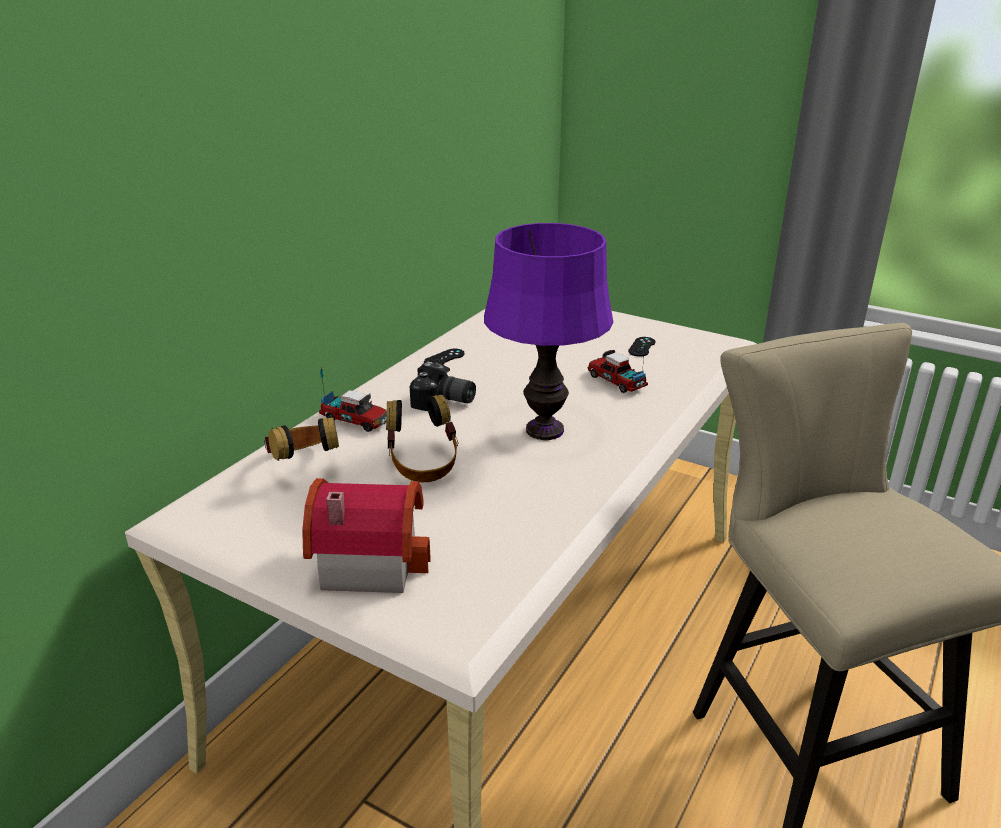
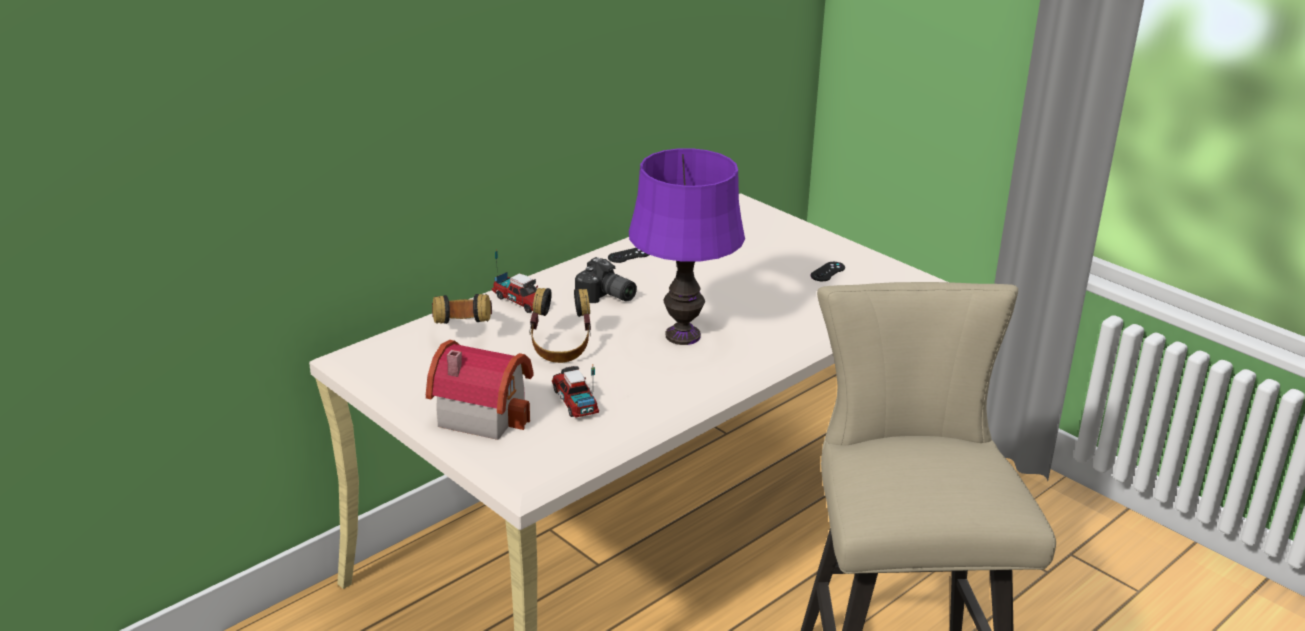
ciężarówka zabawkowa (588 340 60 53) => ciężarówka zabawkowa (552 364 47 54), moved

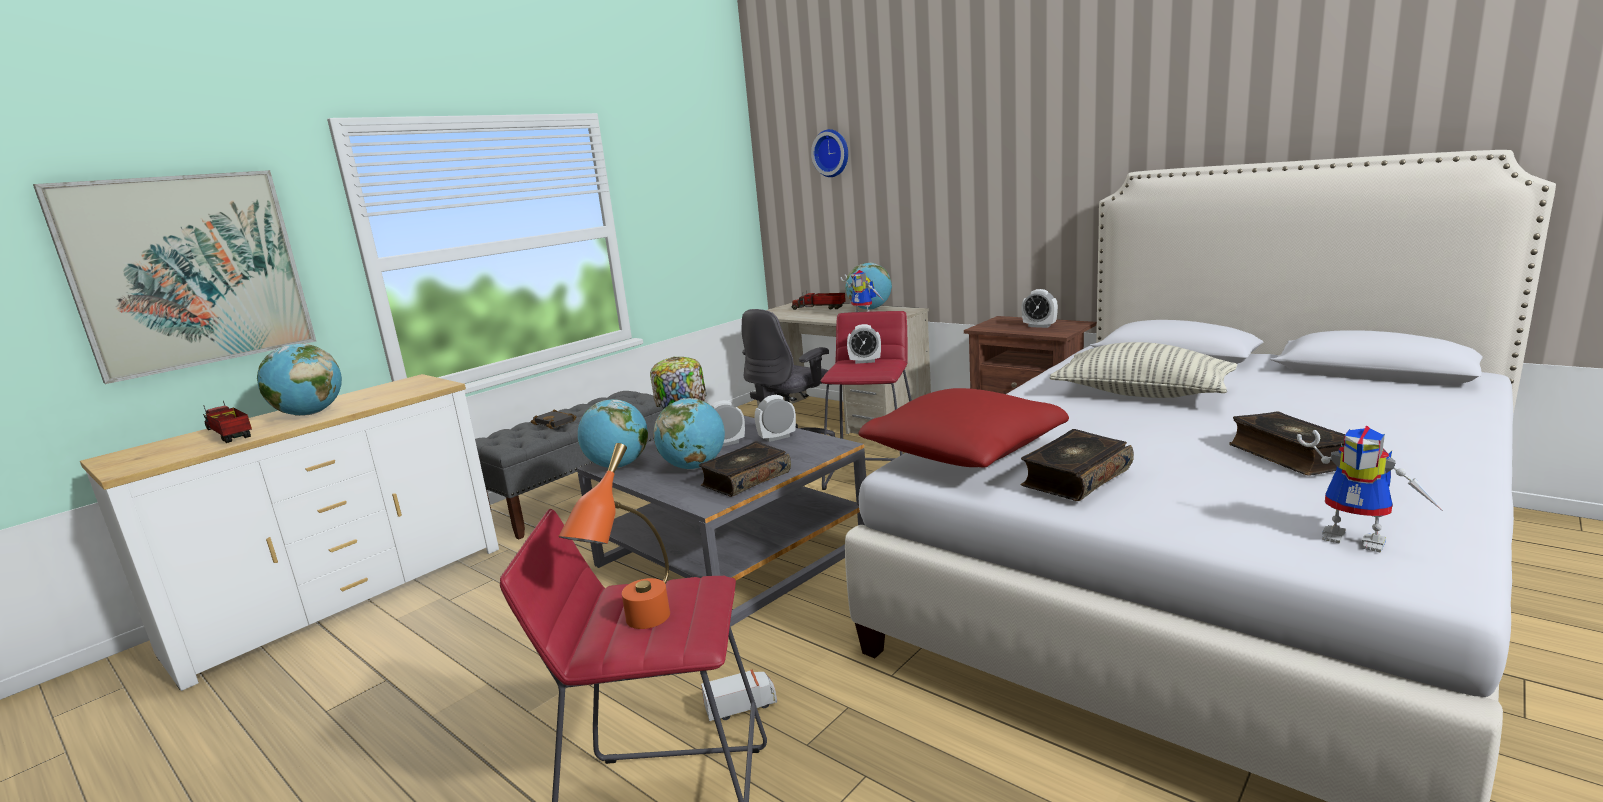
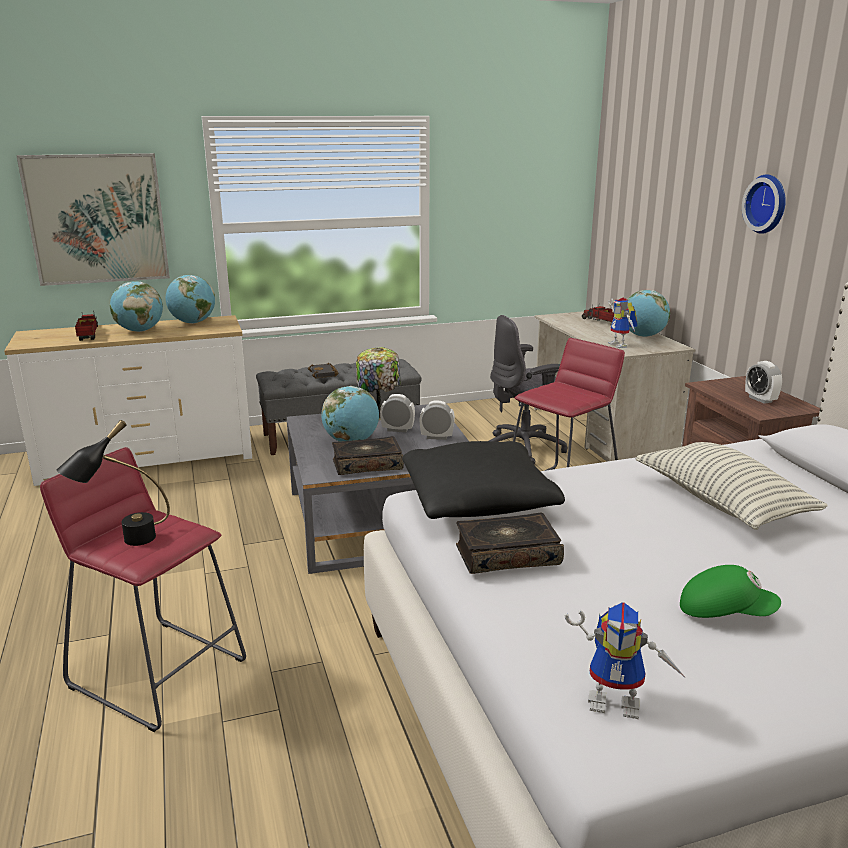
lampa stołowa (pomarańczowy) (558 443 112 186) => lampa stołowa (czarny) (57 420 113 126)
globus (578 399 70 69) => globus (166 275 49 49), moved
poduszka (czerwony) (858 388 211 80) => poduszka (czarny) (402 441 163 78)
robot zabawkowy (1297 425 147 128) => robot zabawkowy (565 602 121 117), 60 degrees counterclockwise
książka (1229 412 116 64) => czapka z daszkiem (zielony) (680 565 101 53)
zegar ścienny (811 129 37 48) => zegar ścienny (742 174 44 60), moved
ciężarówka zabawkowa (701 669 76 52) => nothing
budzik (847 324 34 40) => nothing

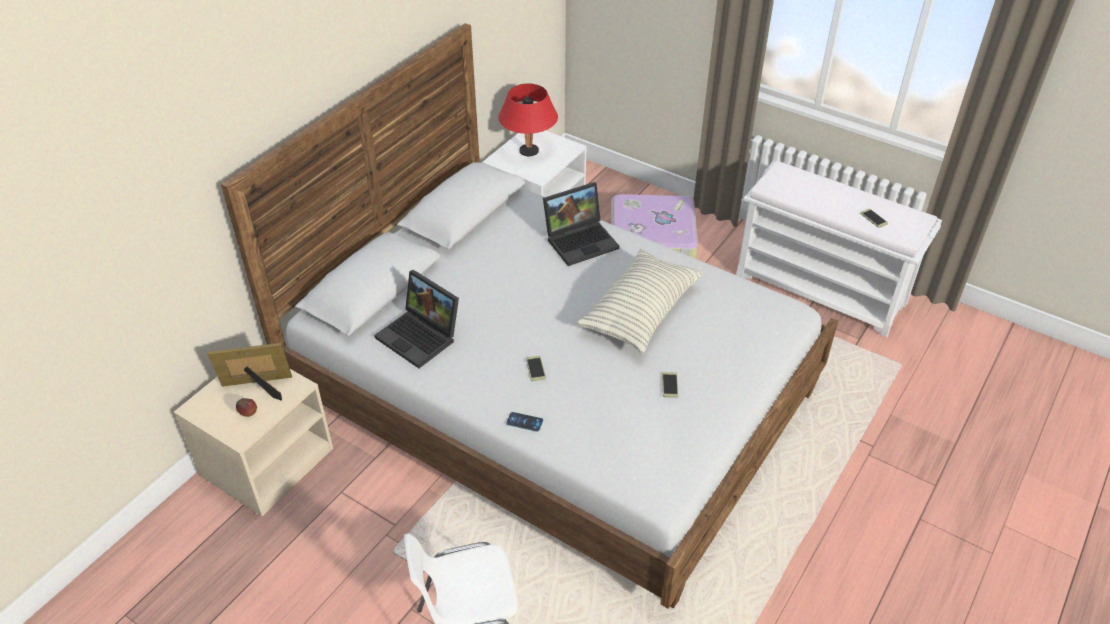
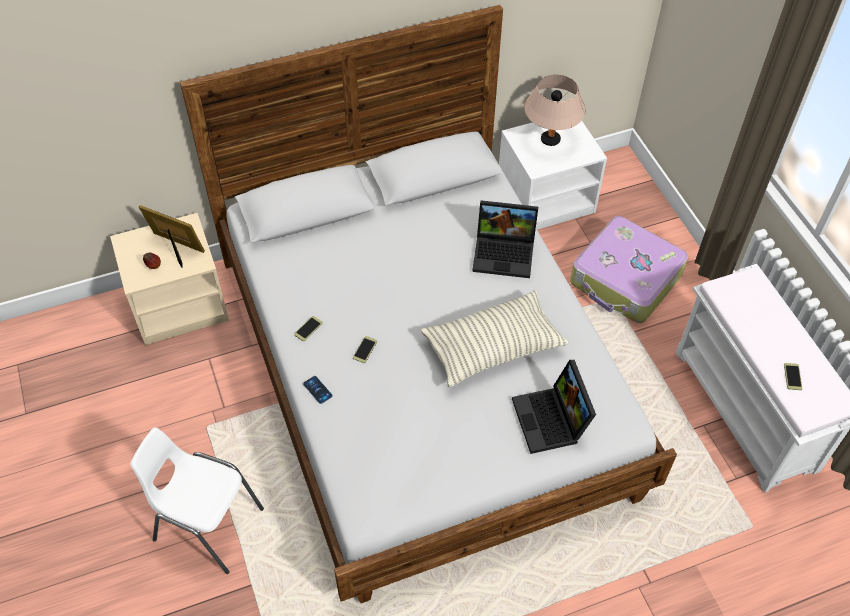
telefon (662 372 17 26) => telefon (294 316 29 25), moved
laptop (374 270 85 98) => laptop (512 360 84 94), moved
lampa stołowa (czerwony) (498 84 60 72) => lampa stołowa (beżowy) (524 75 61 71)

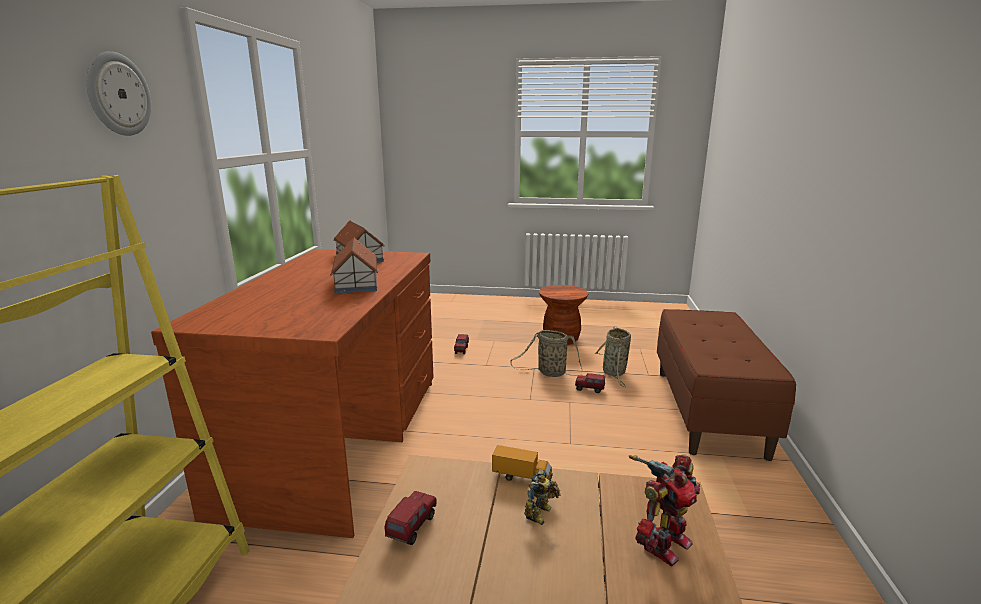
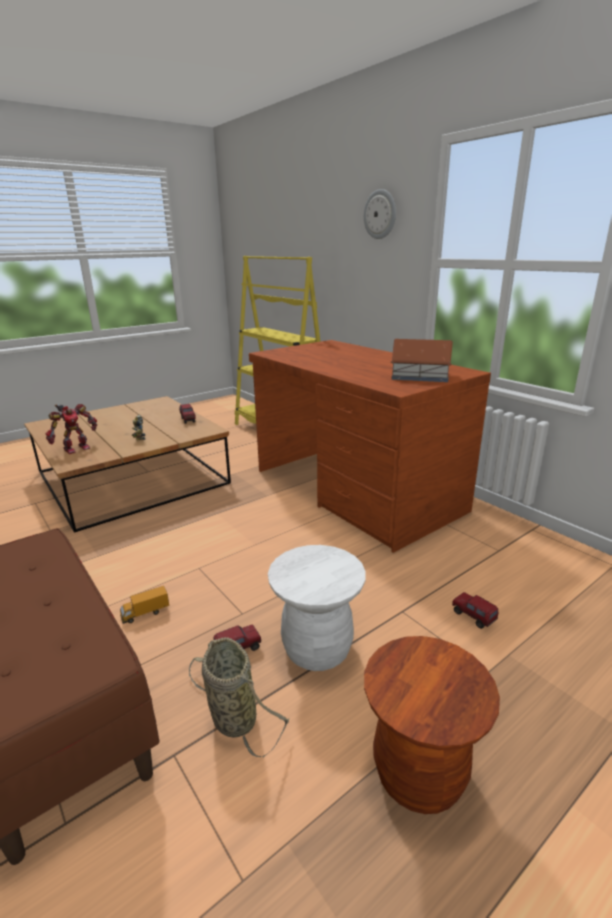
robot zabawkowy (629 455 71 112) => robot zabawkowy (45 404 52 50), 135 degrees counterclockwise
ciężarówka zabawkowa (492 445 61 36) => ciężarówka zabawkowa (120 586 49 38), moved
koszyk (510 330 72 47) => stołek (biały) (268 545 98 126)
domek (330 238 48 56) => nothing

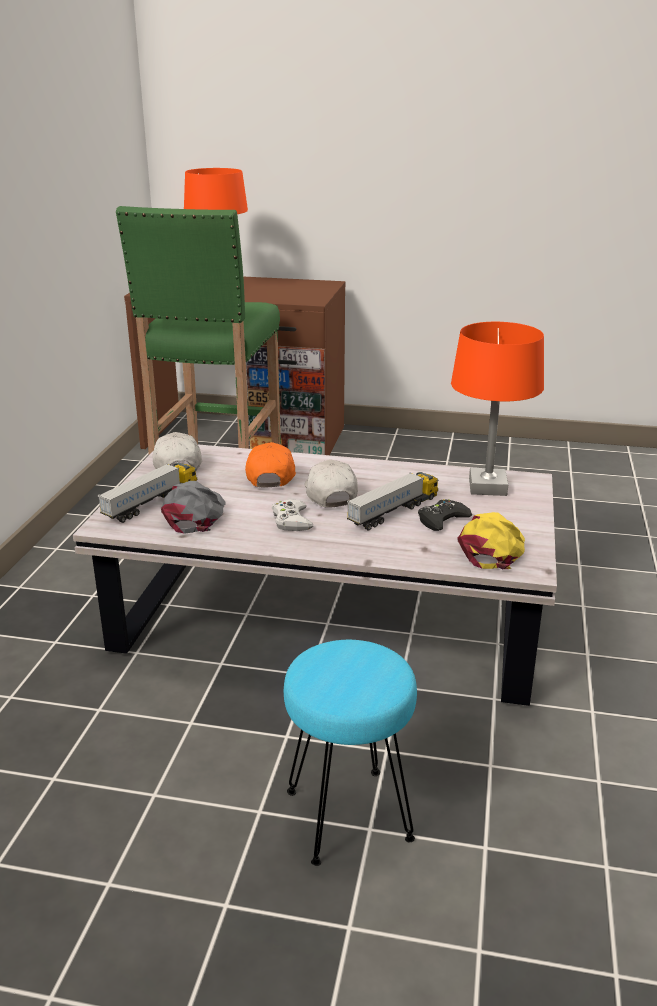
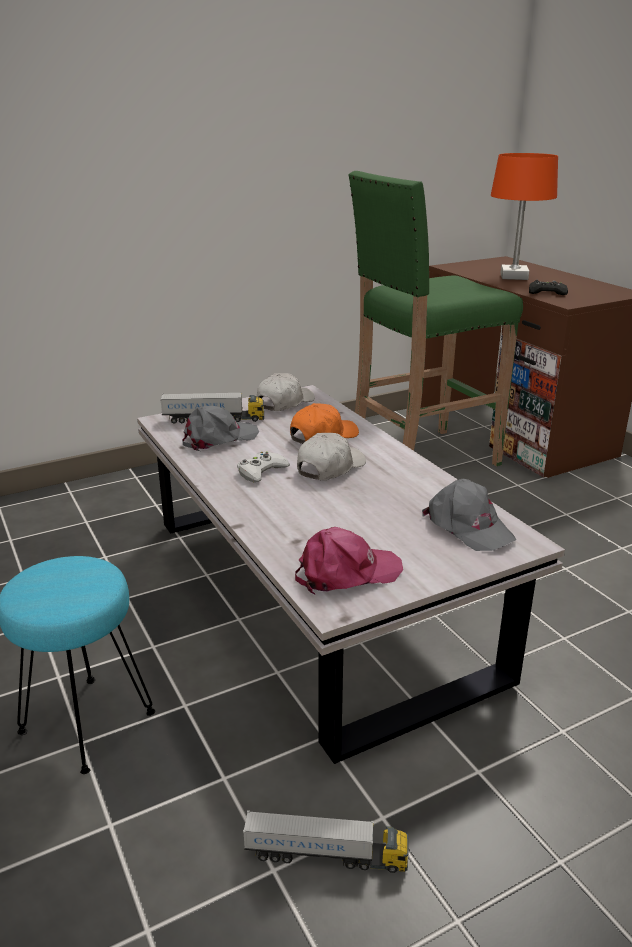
ciężarówka zabawkowa (347 472 91 58) => ciężarówka zabawkowa (243 810 166 63), moved
czapka z daszkiem (żółty) (458 512 67 57) => czapka z daszkiem (różowy) (295 527 108 68)
lampa stołowa (pomarańczowy) (451 322 93 174) => czapka z daszkiem (szary) (422 479 94 72)
pad do gier (czarny) (418 499 54 32) => pad do gier (czarny) (529 280 39 15), moved

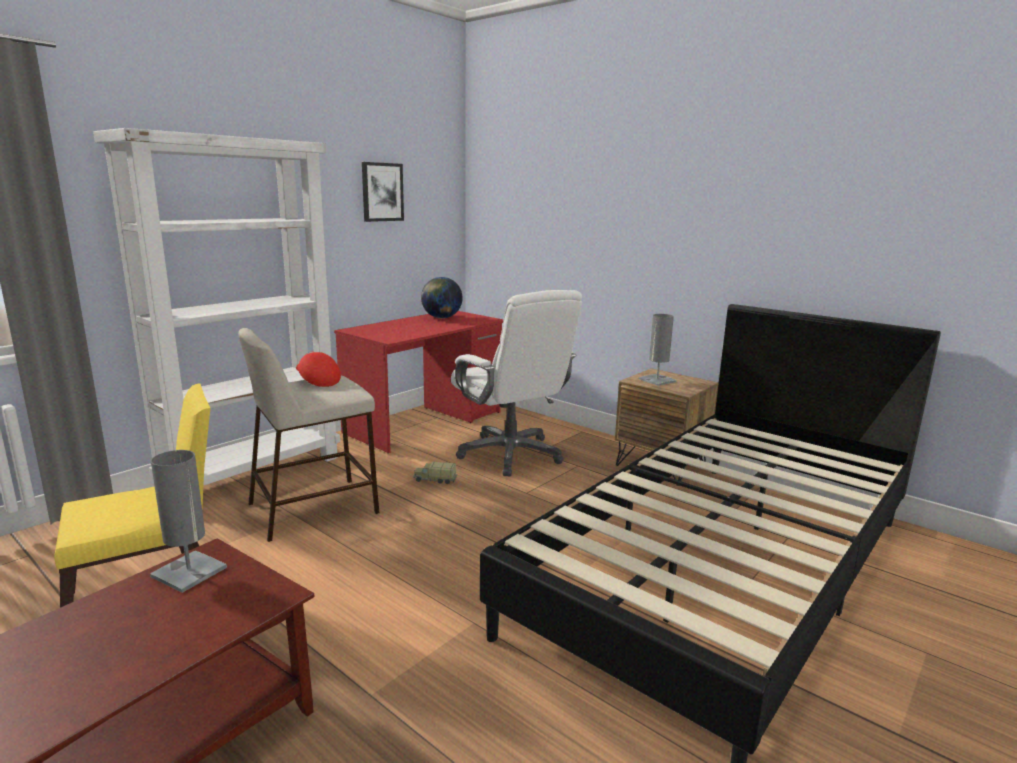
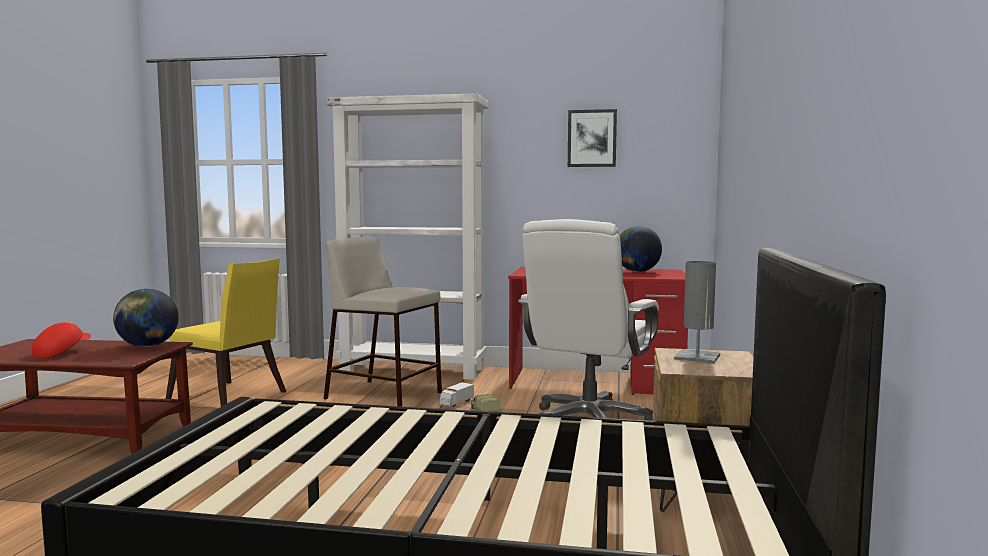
czapka z daszkiem (czerwony) (296 352 45 35) => czapka z daszkiem (czerwony) (32 322 59 36), moved
lampa stołowa (szary) (150 450 77 143) => globus (113 289 66 58)
nothing => ciężarówka zabawkowa (440 382 34 25)

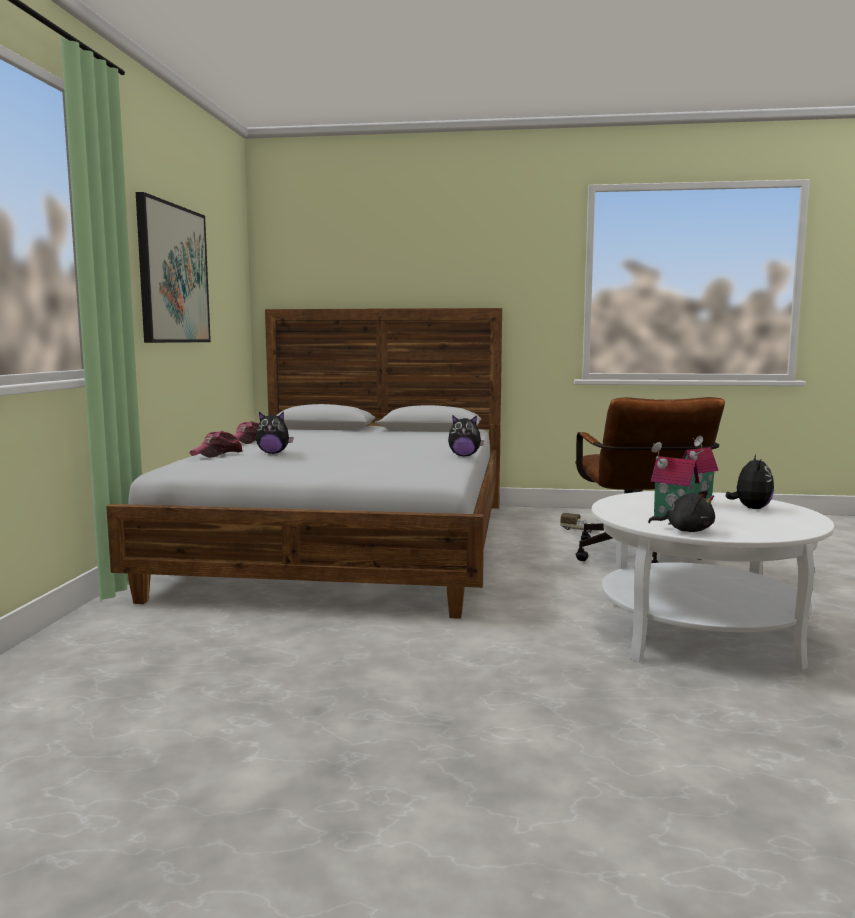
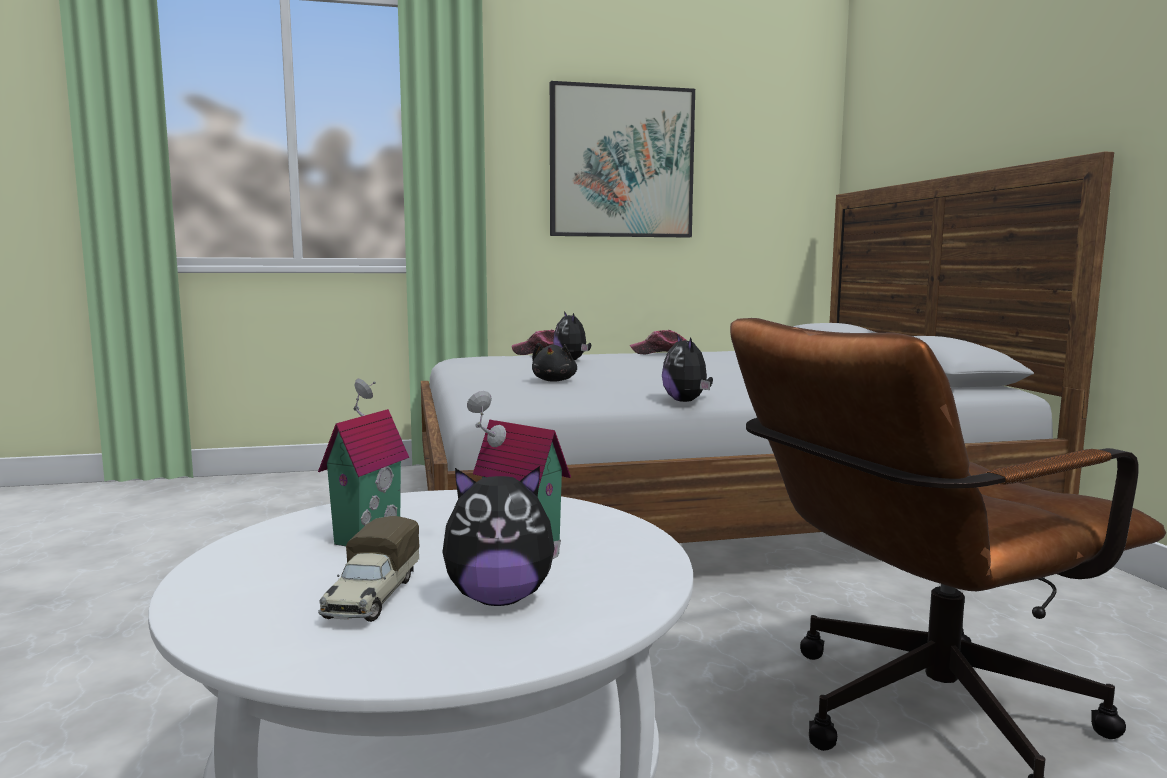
ciężarówka zabawkowa (561 513 33 20) => ciężarówka zabawkowa (318 516 102 106), moved
pluszak (czarny) (648 490 67 42) => pluszak (czarny) (532 343 45 39), moved

